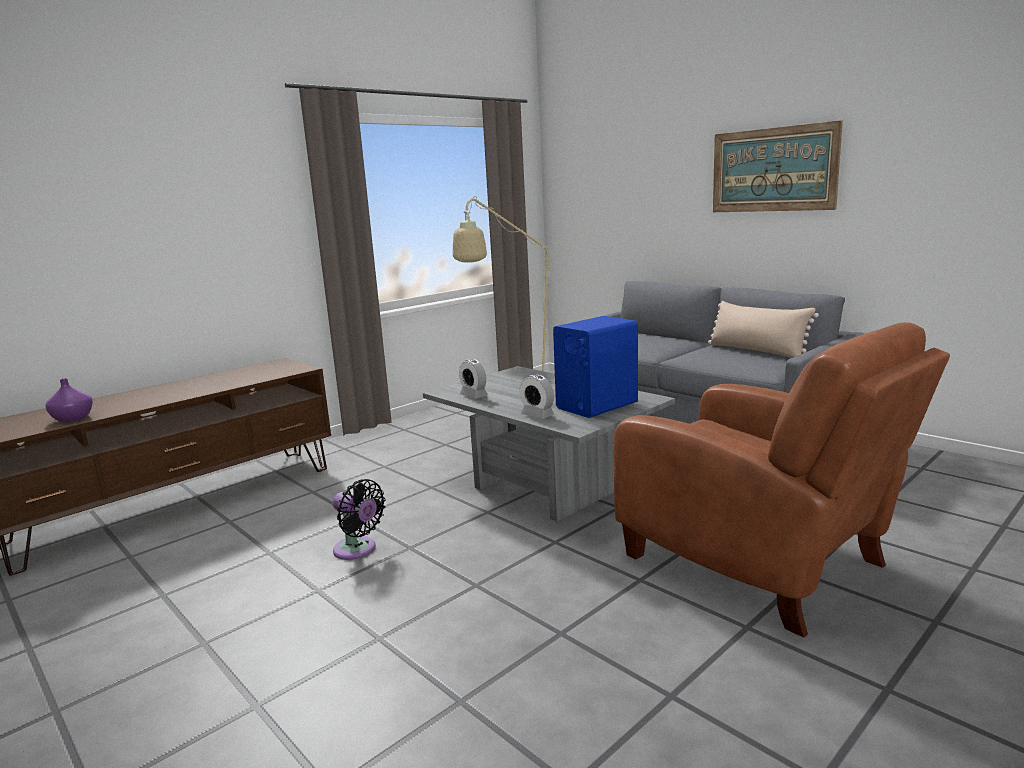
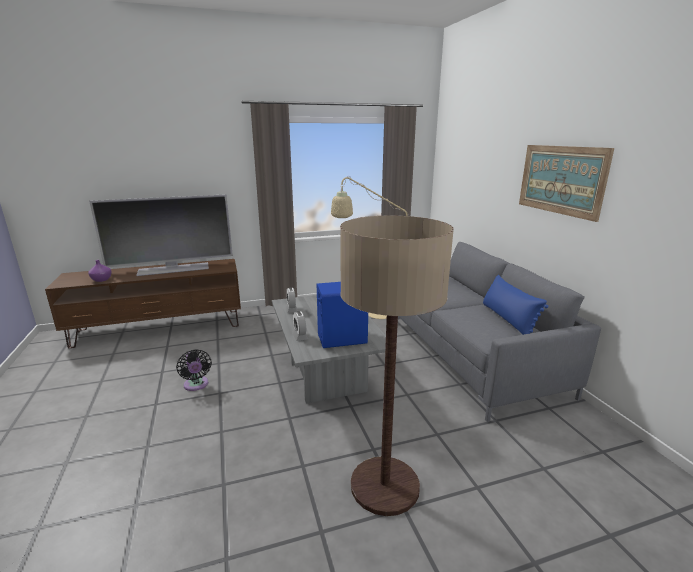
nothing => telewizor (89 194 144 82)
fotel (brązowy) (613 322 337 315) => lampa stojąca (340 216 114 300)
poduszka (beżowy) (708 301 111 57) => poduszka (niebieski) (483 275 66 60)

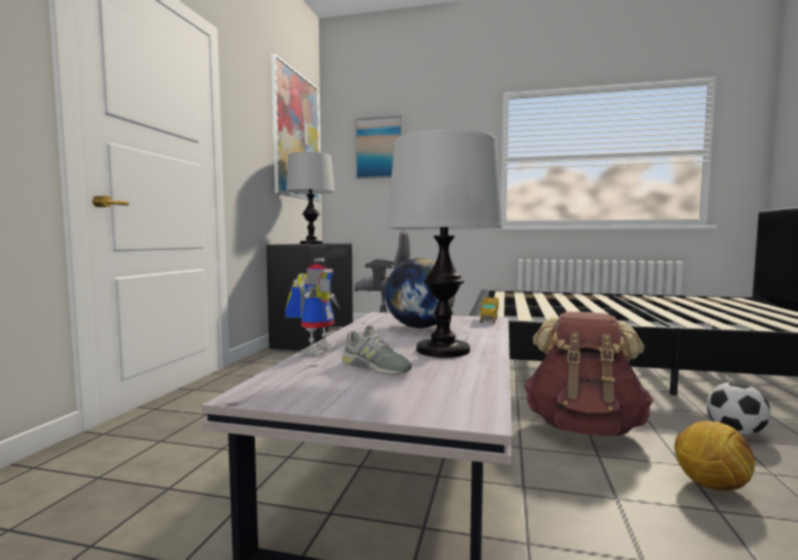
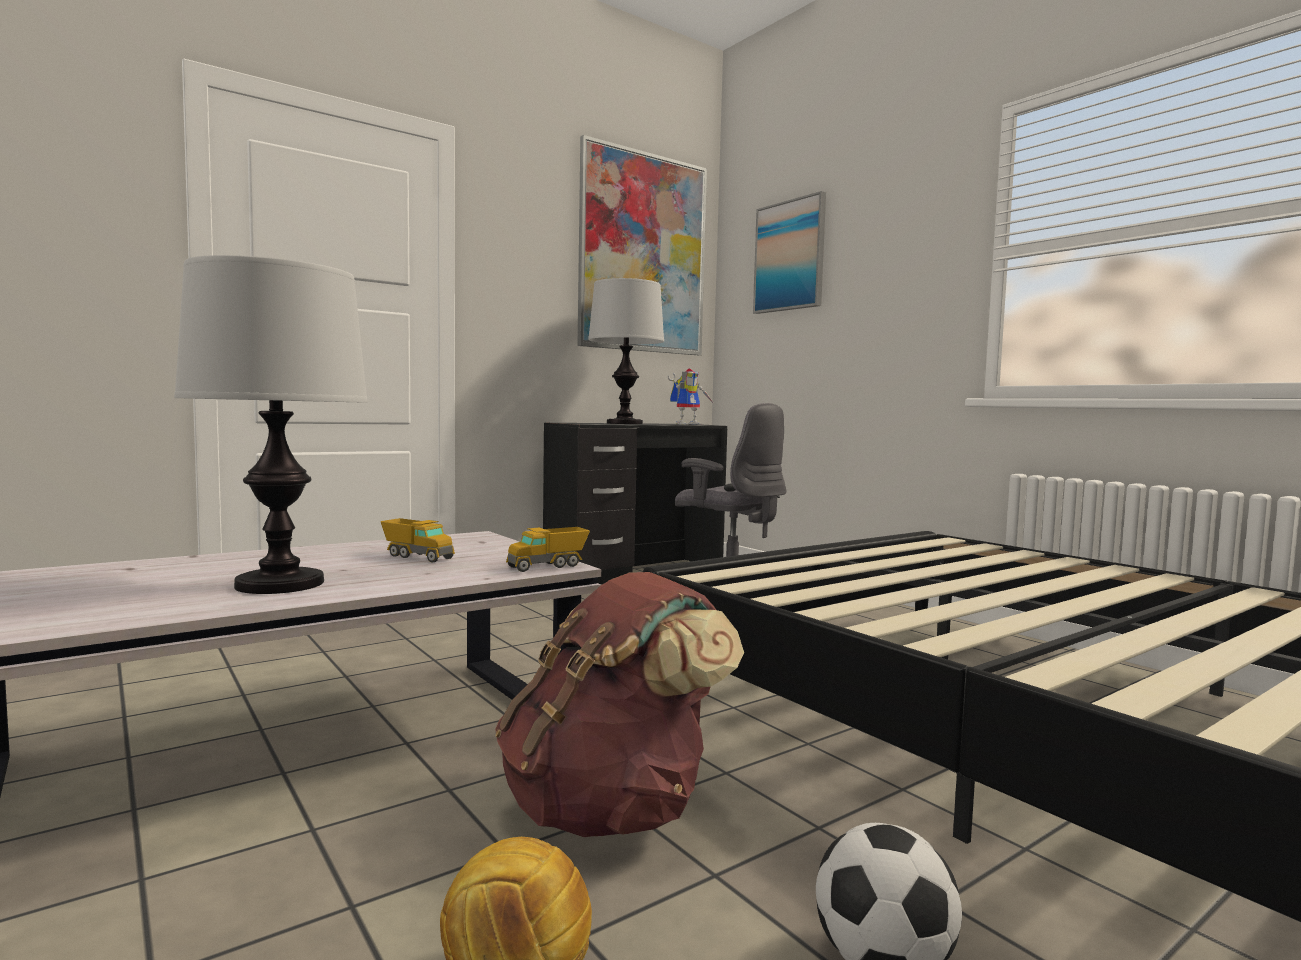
globus (385 258 70 70) => ciężarówka zabawkowa (381 518 74 45)
robot zabawkowy (285 263 55 93) => robot zabawkowy (667 368 45 57), moved
but (szary) (342 325 70 49) => nothing

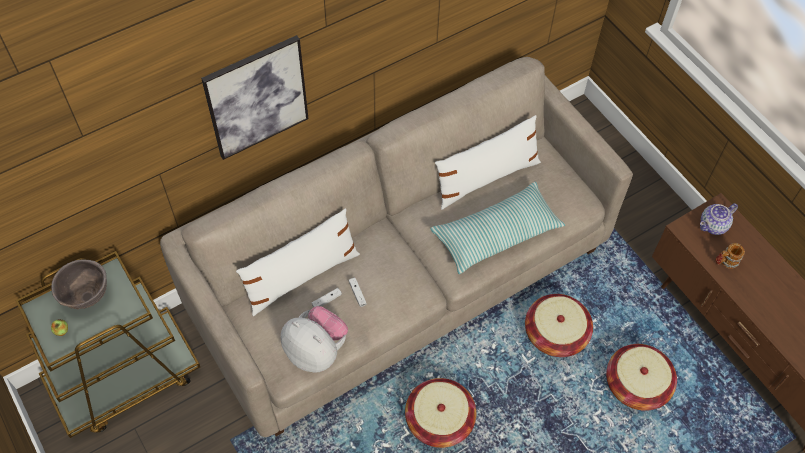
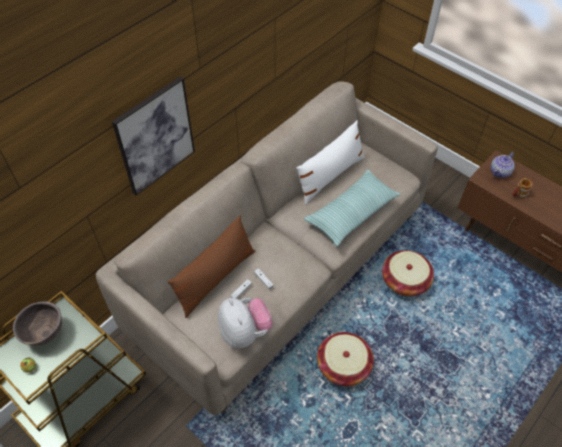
poduszka (biały) (236 208 124 108) => poduszka (brązowy) (168 215 87 103)
pluszak (281 306 67 67) => pluszak (218 298 55 50), 45 degrees clockwise
koszyk (606 344 71 67) => nothing

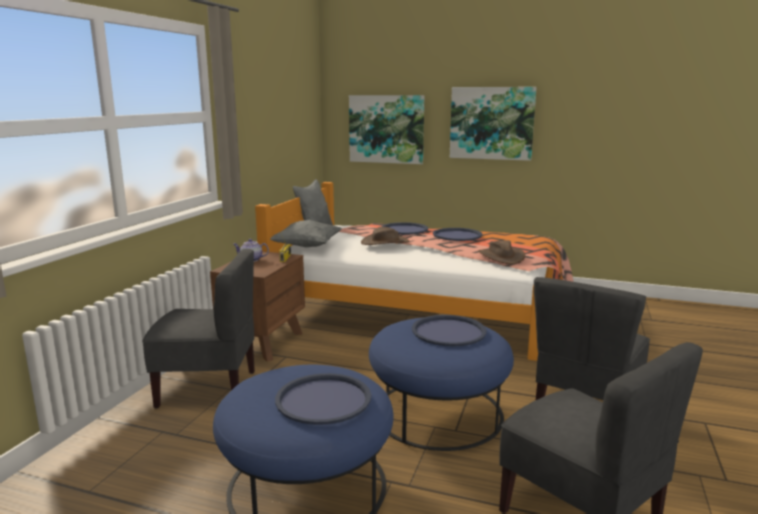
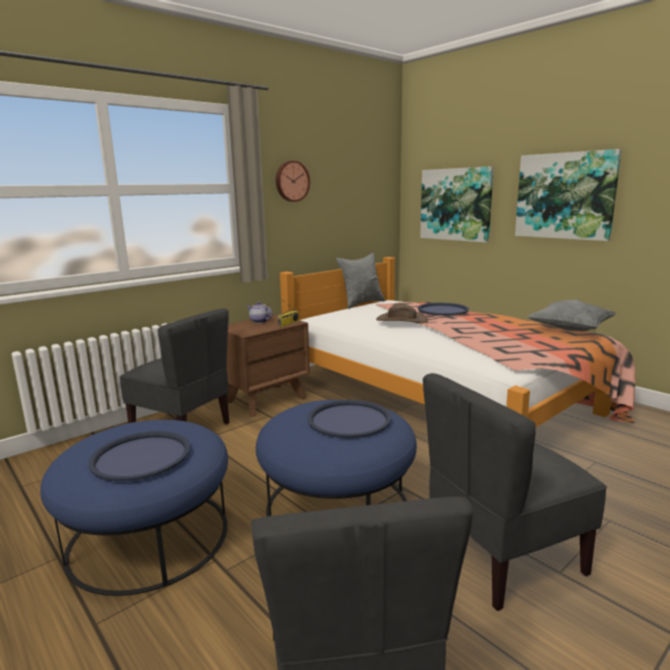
nothing => zegar ścienny (276 161 34 41)
poduszka (szary) (270 219 72 28) => poduszka (szary) (527 299 89 32), moved
taca (niebieski) (433 228 50 13) => nothing
kapelusz (brązowy) (478 240 47 24) => nothing

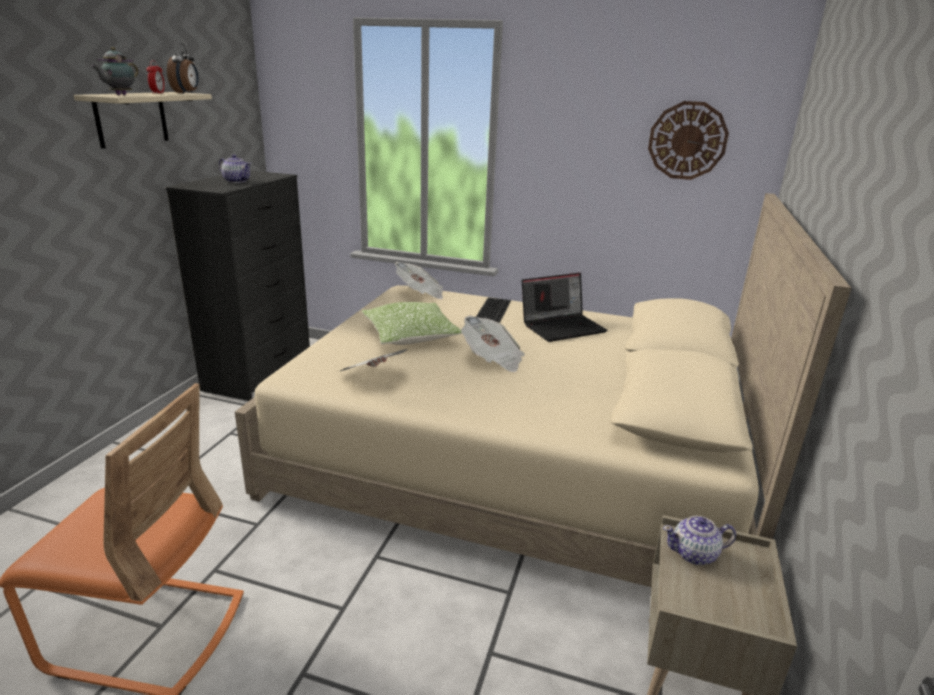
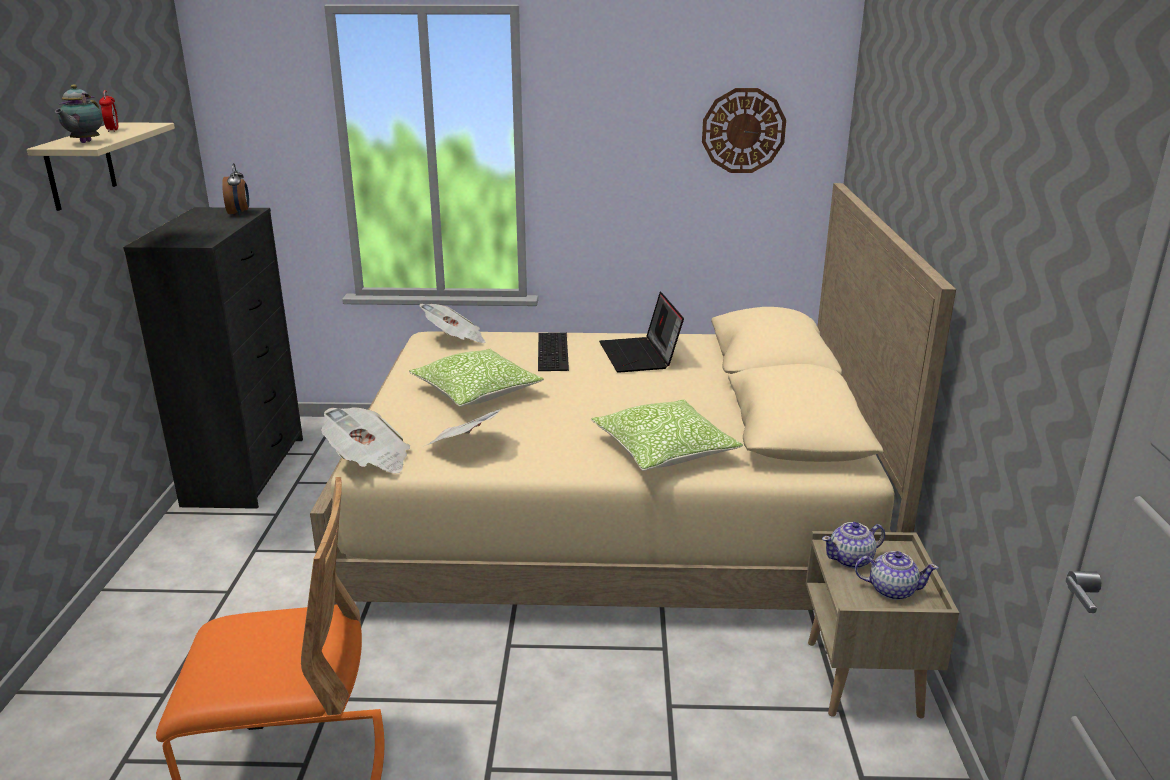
budzik (167 44 32 50) => budzik (222 163 27 53), moved
gazeta (461 316 64 56) => gazeta (321 407 89 67), moved
nothing => poduszka (591 400 152 71)
laptop (522 273 86 69) => laptop (599 292 85 81), 120 degrees clockwise
imbryk (219 154 32 29) => imbryk (855 551 84 49), moved

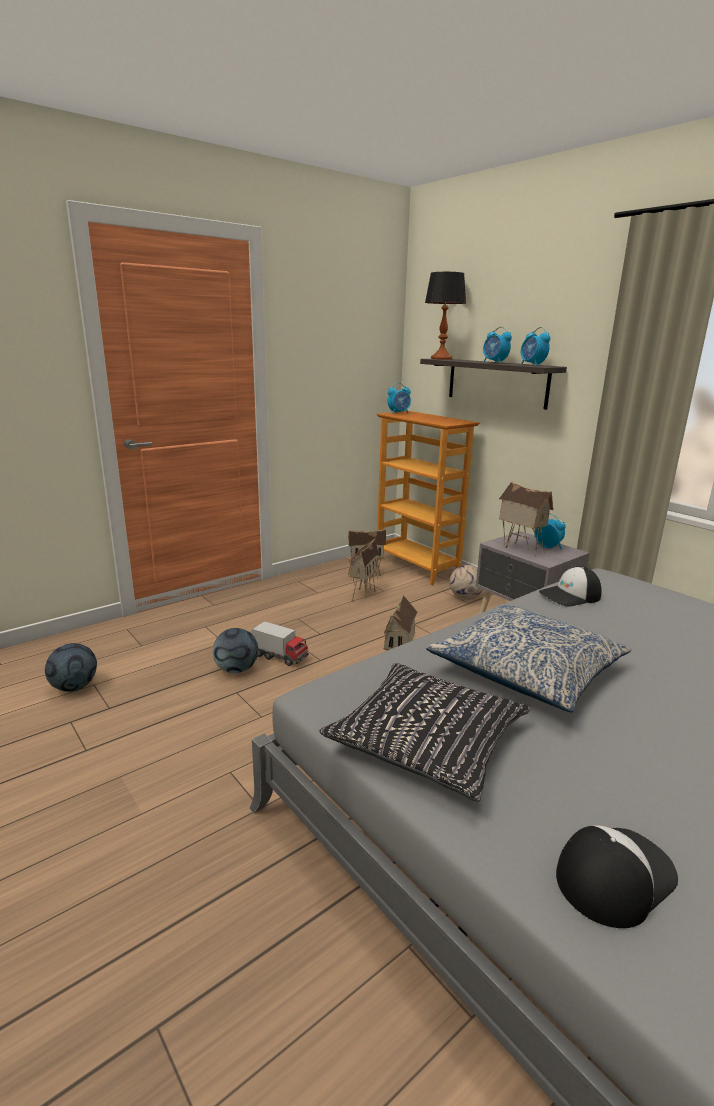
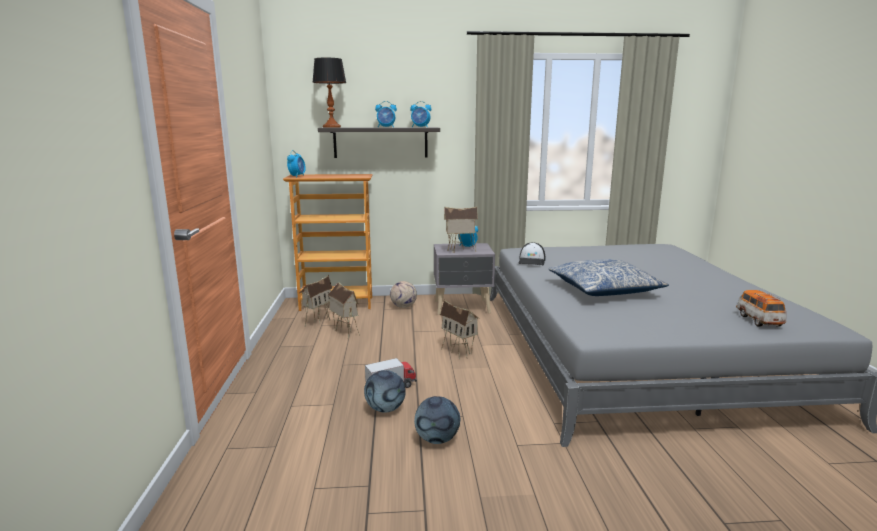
piłka futbolowa (45 643 52 49) => piłka futbolowa (414 396 46 48), moved
czapka z daszkiem (556 825 122 103) => samochodzik (736 290 50 37)
poduszka (czarny) (319 663 212 139) => nothing

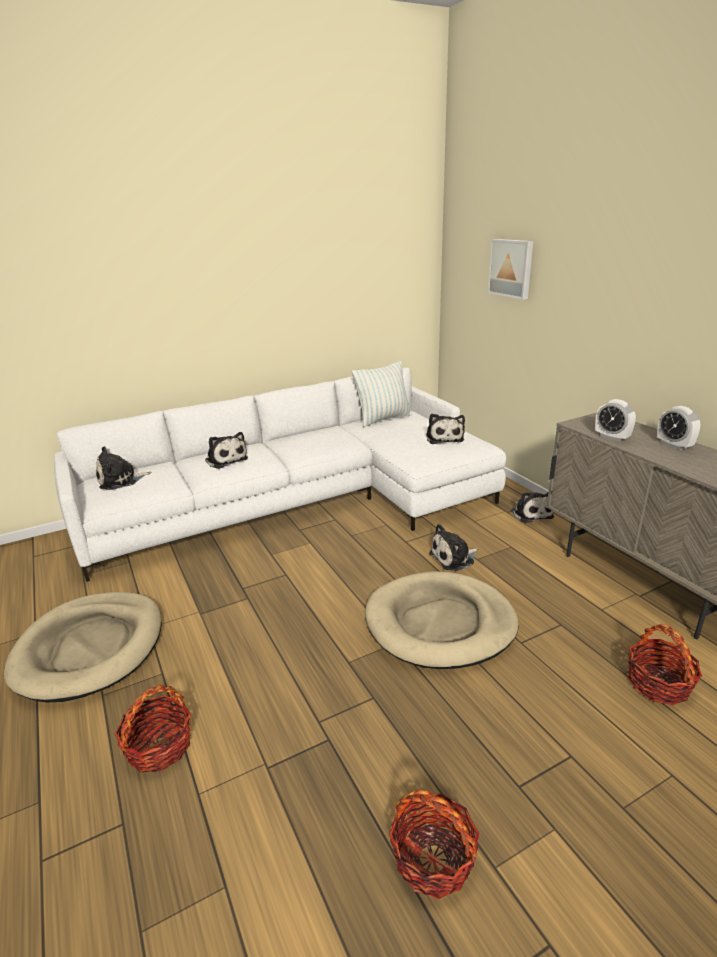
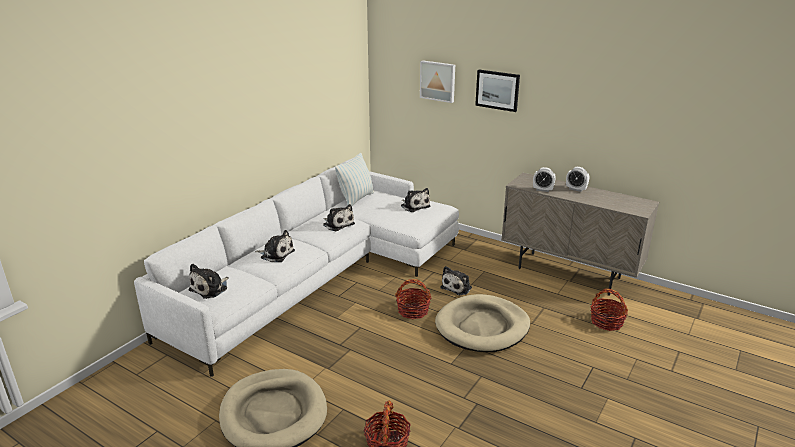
pluszak (512 492 42 31) => pluszak (323 204 32 27), moved
koszyk (389 790 90 109) => koszyk (395 279 36 40), moved
nothing => obraz (475 70 45 42)

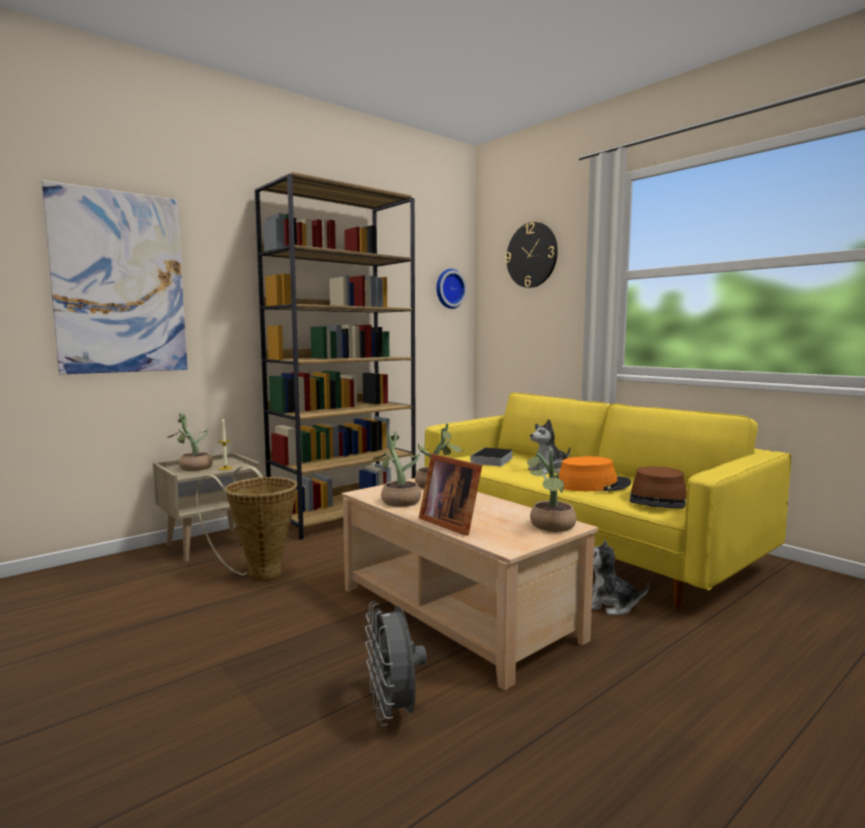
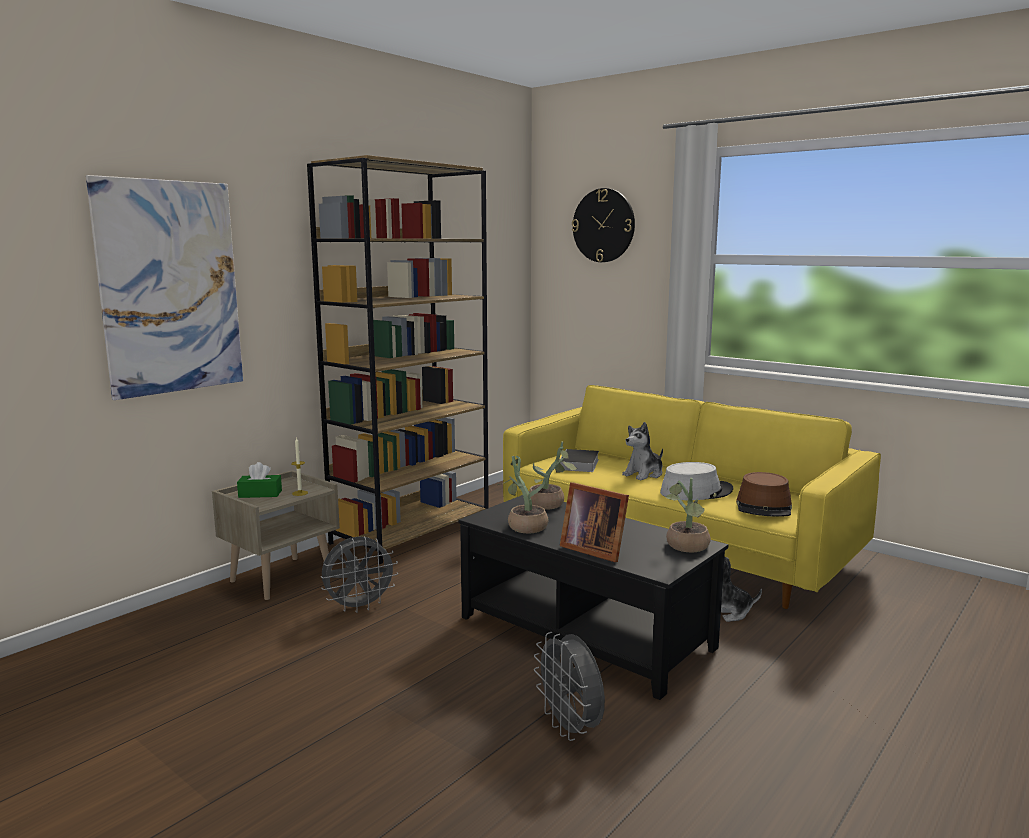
roślina doniczkowa (167 413 46 58) => pudełko chusteczek (zielony) (237 462 45 36)
koszyk (196 466 101 115) => wentylator (szary) (321 536 77 77)
ława (beżowy) (342 478 256 213) => ława (czarny) (458 495 270 205)
kapelusz (pomarańczowy) (559 456 72 35) => kapelusz (szary) (660 462 73 38)
zegar ścienny (436 269 31 40) => nothing

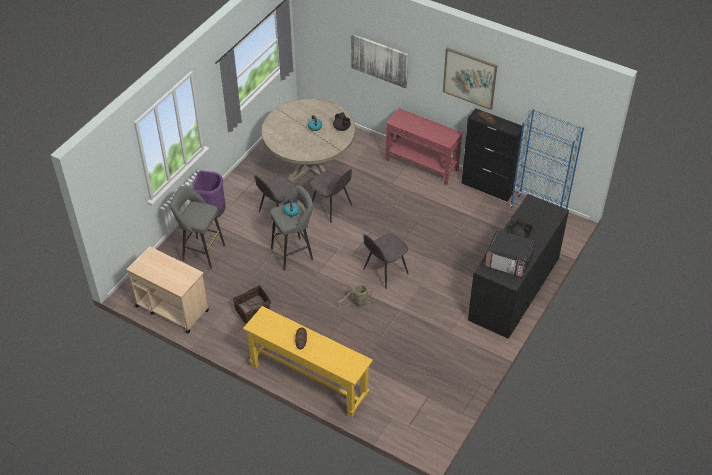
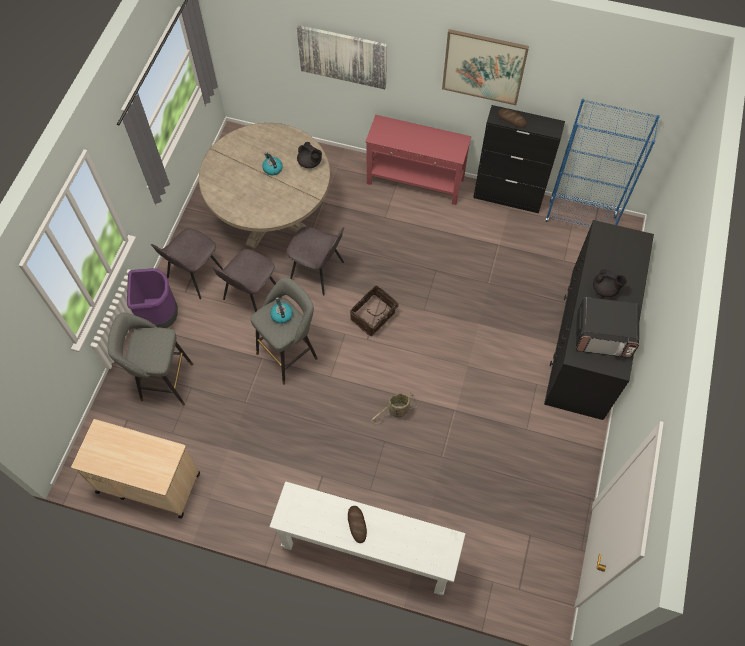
krzesło (szary) (363 233 46 56) => krzesło (szary) (151 228 72 71), moved
stolik konsolowy (żółty) (243 306 130 111) => stolik konsolowy (biały) (269 481 197 114)
koszyk (233 285 38 38) => koszyk (350 285 49 51), moved

